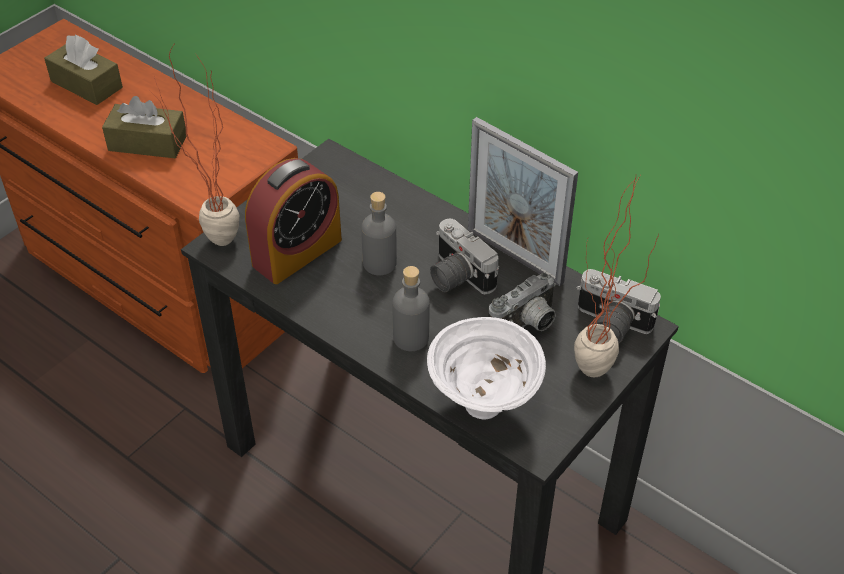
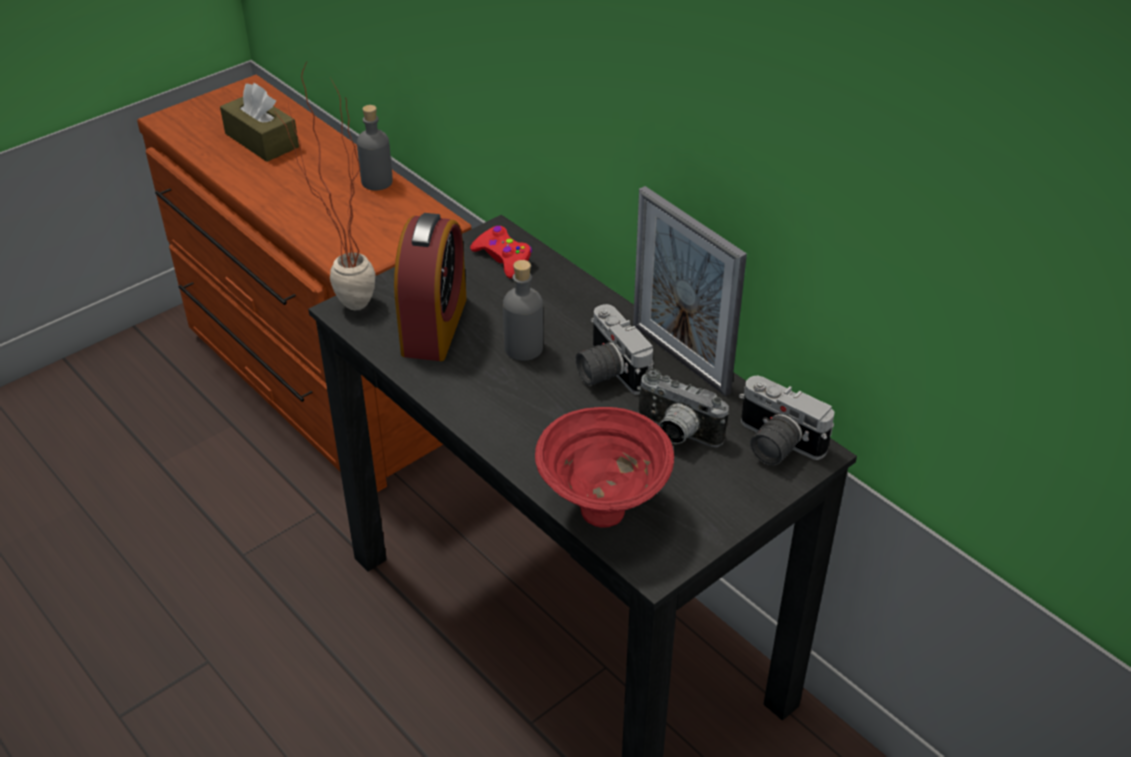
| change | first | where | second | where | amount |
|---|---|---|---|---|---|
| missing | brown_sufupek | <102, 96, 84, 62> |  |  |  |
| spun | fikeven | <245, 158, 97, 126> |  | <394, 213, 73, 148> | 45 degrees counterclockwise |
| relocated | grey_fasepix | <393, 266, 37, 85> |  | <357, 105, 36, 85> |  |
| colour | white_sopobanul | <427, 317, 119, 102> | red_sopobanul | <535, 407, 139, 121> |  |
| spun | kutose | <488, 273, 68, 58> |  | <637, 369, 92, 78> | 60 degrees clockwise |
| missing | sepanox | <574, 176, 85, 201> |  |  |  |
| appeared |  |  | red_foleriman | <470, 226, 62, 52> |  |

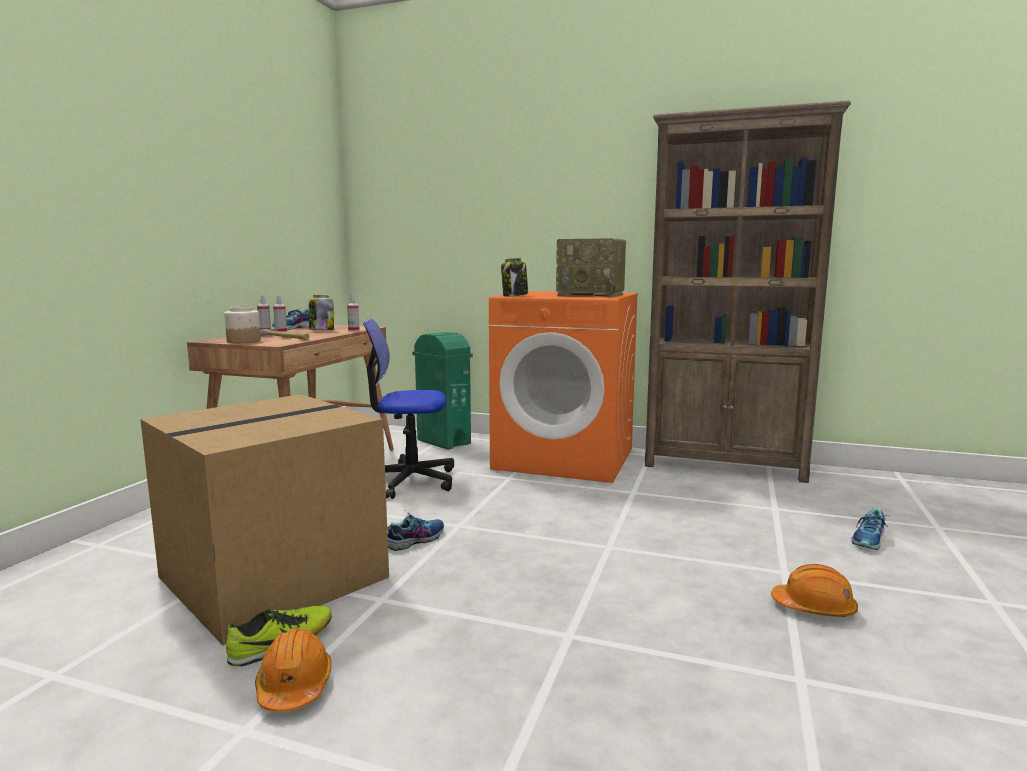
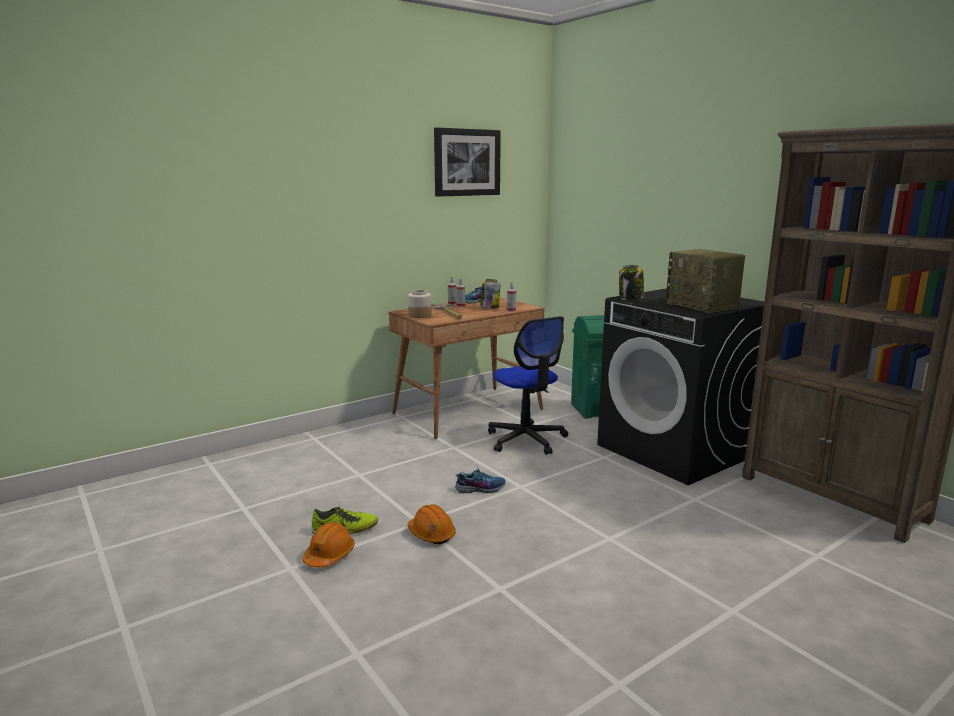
| change | first | where | second | where | amount |
|---|---|---|---|---|---|
| missing | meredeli | <140, 394, 249, 251> |  |  |  |
| spun | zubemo | <363, 319, 91, 180> |  | <488, 316, 80, 139> | 150 degrees counterclockwise |
| colour | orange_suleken | <489, 291, 149, 192> | black_suleken | <597, 288, 167, 197> |  |
| relocated | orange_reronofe | <771, 564, 87, 53> |  | <408, 504, 48, 40> |  |
| missing | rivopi | <851, 508, 39, 42> |  |  |  |
| appeared |  |  | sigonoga | <434, 127, 67, 70> |  |

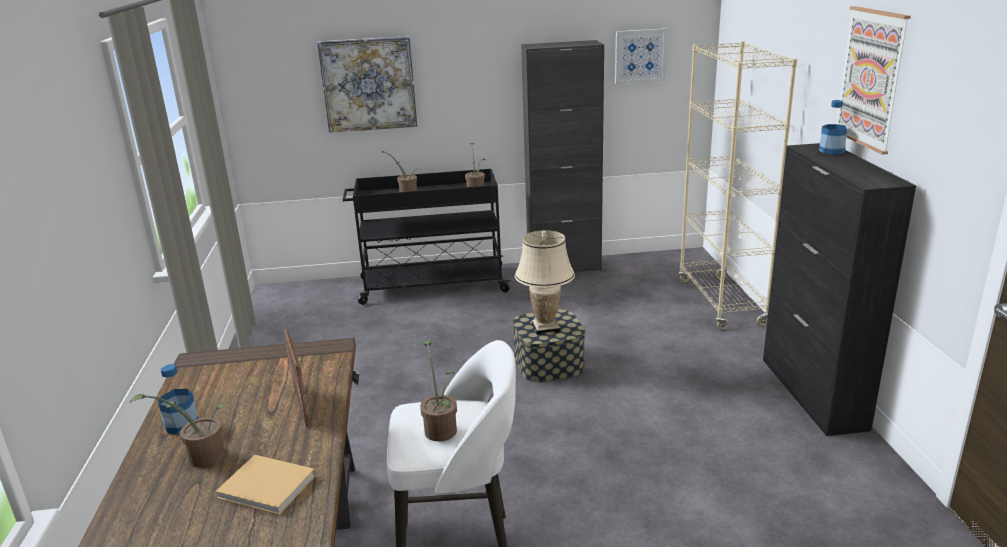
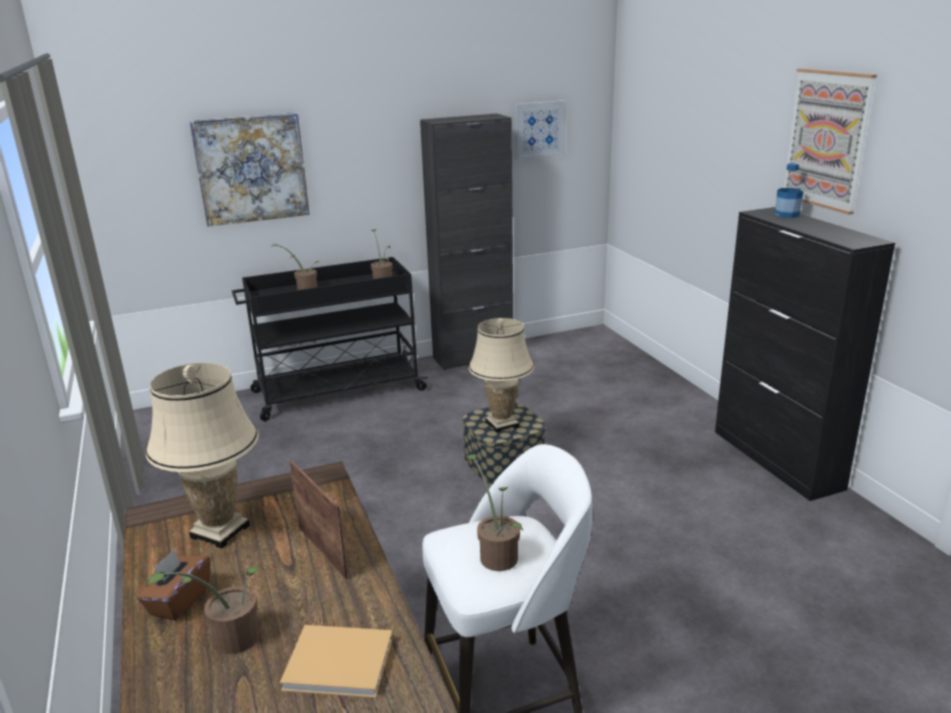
| change | first | where | second | where | amount |
|---|---|---|---|---|---|
| exchanged | fasepix | <158, 364, 40, 70> | brown_sufupek | <137, 550, 73, 71> |  |
| missing | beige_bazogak | <679, 41, 118, 289> |  |  |  |
| appeared |  |  | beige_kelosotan | <146, 363, 113, 186> |  |

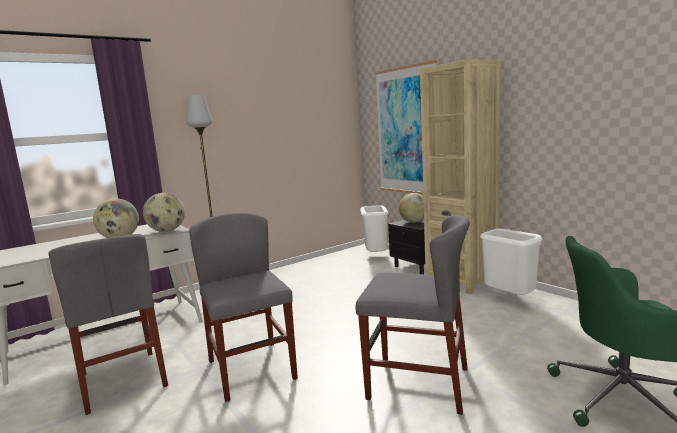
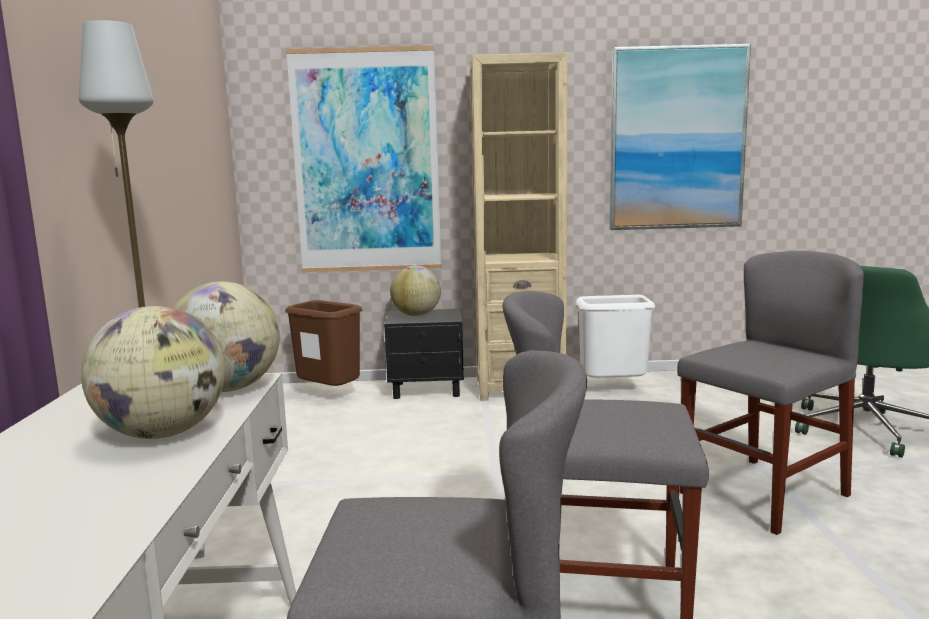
| change | first | where | second | where | amount |
|---|---|---|---|---|---|
| colour | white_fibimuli | <360, 205, 29, 47> | brown_fibimuli | <285, 300, 77, 86> |  |
| appeared |  |  | sigonoga | <610, 44, 141, 186> |  |

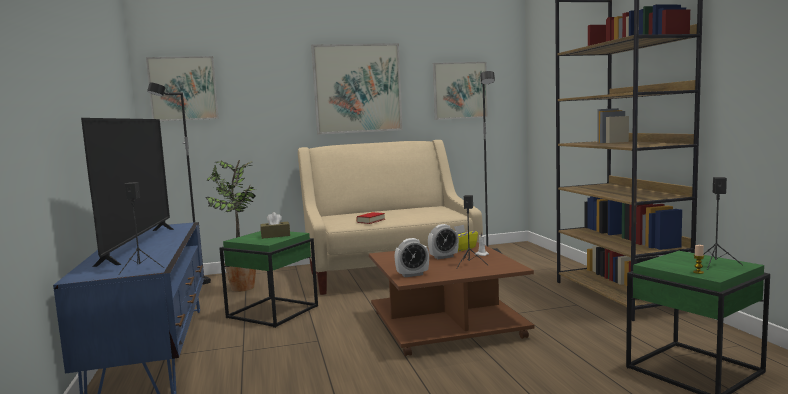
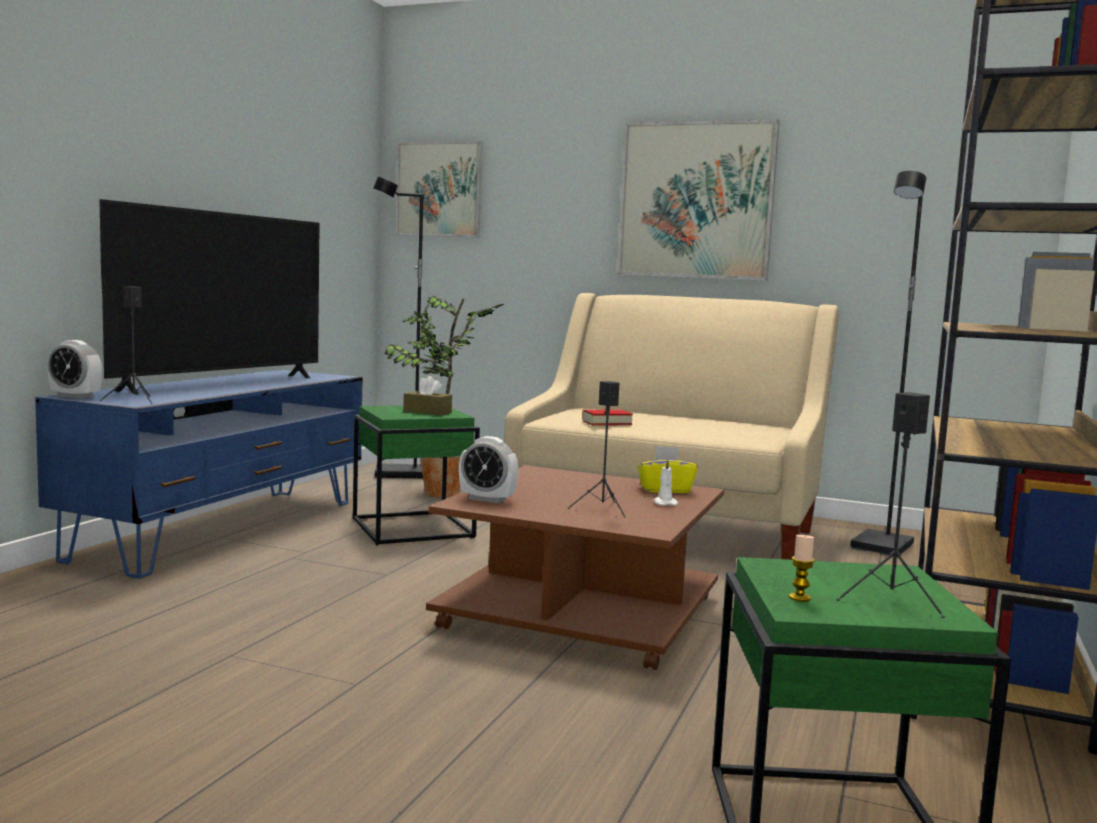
| change | first | where | second | where | amount |
|---|---|---|---|---|---|
| relocated | fikeven | <428, 224, 31, 35> |  | <47, 340, 55, 59> |  |
| missing | sigonoga | <433, 62, 55, 58> |  |  |  |

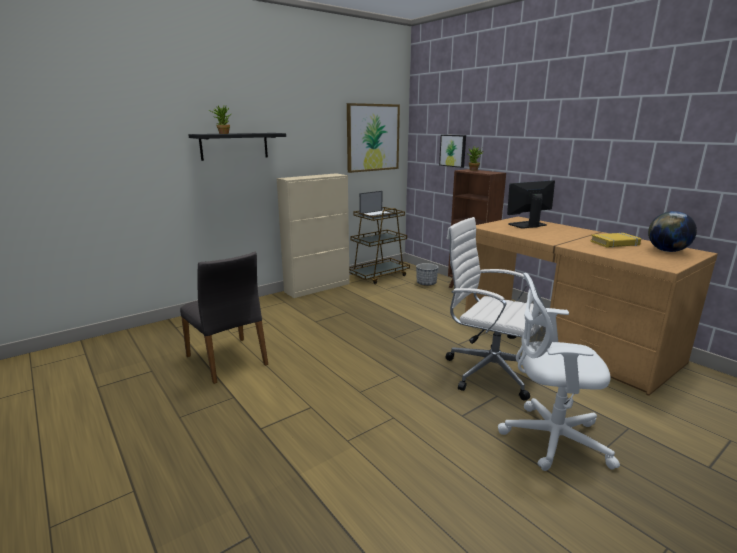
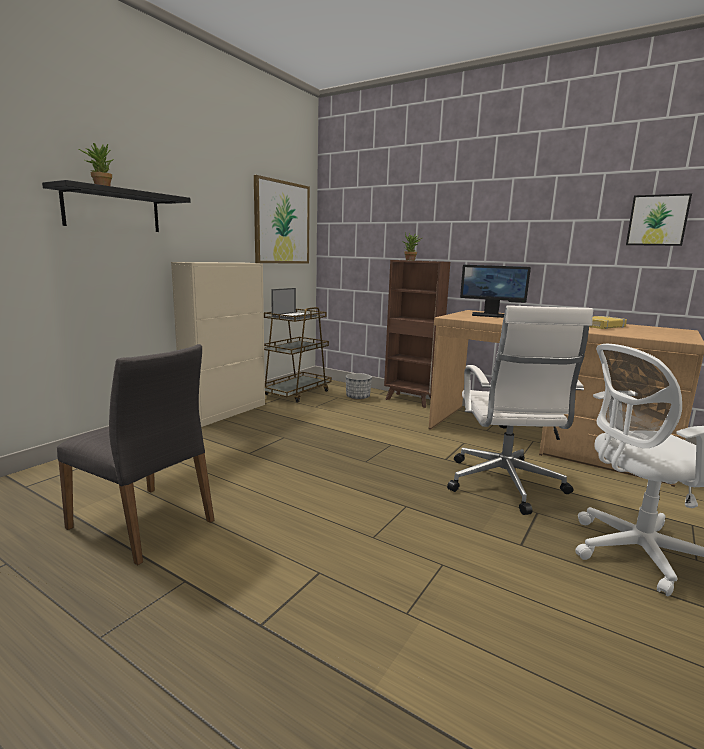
| change | first | where | second | where | amount |
|---|---|---|---|---|---|
| relocated | sigonoga | <439, 135, 27, 33> |  | <626, 193, 66, 53> |  |
| spun | white_zubemo | <445, 217, 96, 183> |  | <447, 305, 146, 210> | 105 degrees counterclockwise |
| spun | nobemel | <507, 180, 48, 49> |  | <460, 265, 71, 53> | 120 degrees counterclockwise |
| missing | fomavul | <648, 211, 49, 41> |  |  |  |

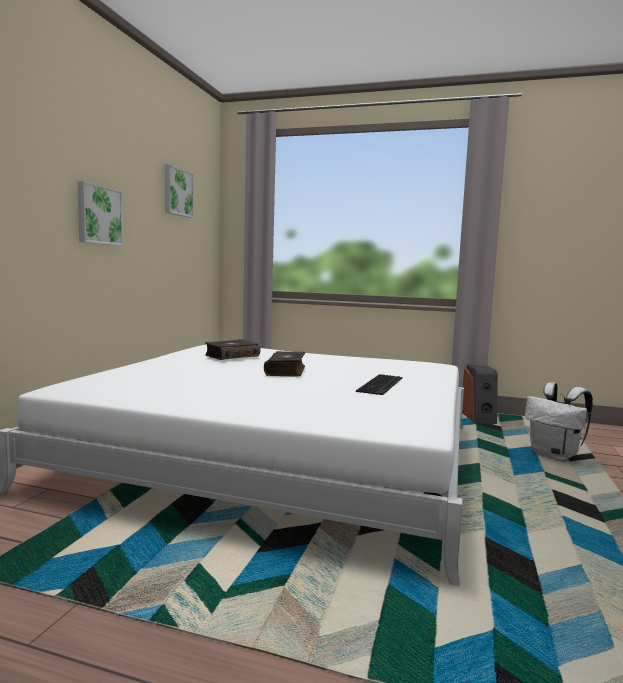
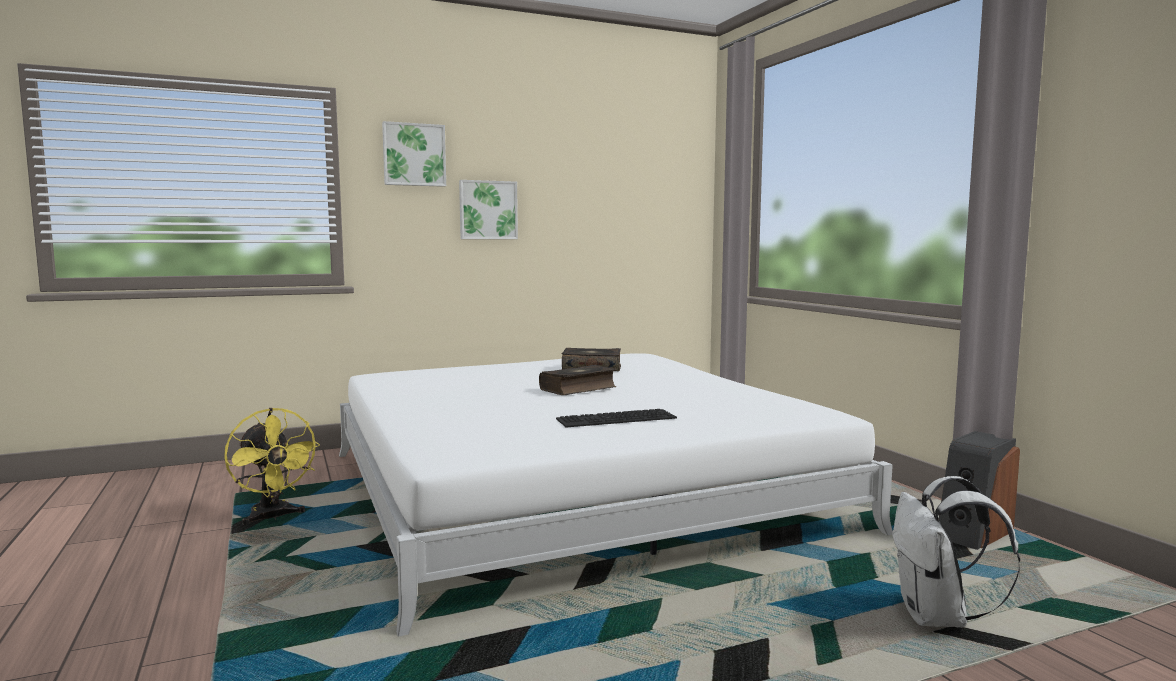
| change | first | where | second | where | amount |
|---|---|---|---|---|---|
| relocated | sigonoga | <165, 164, 29, 54> |  | <382, 121, 64, 66> |  |
| appeared |  |  | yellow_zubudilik | <224, 408, 96, 117> |  |

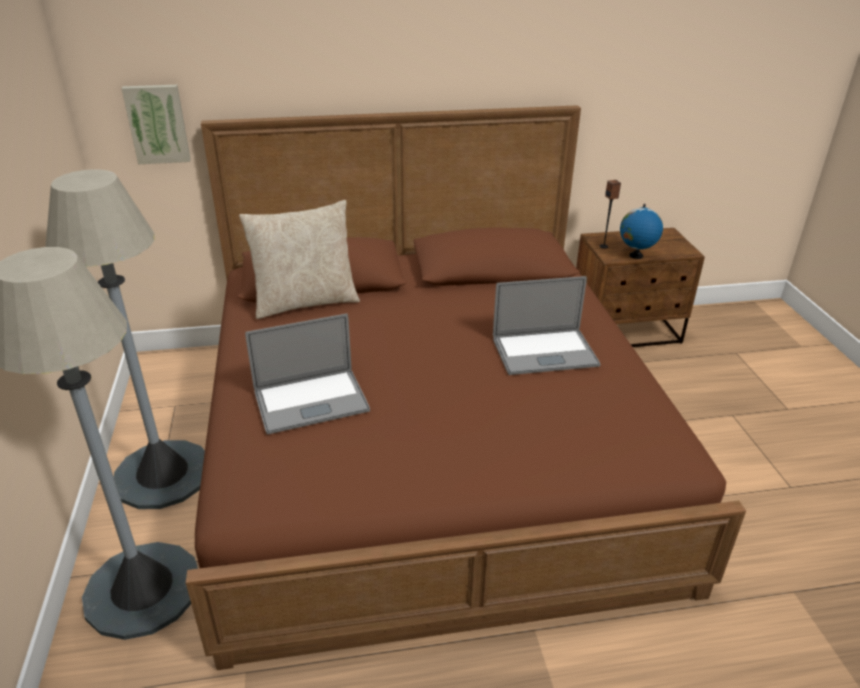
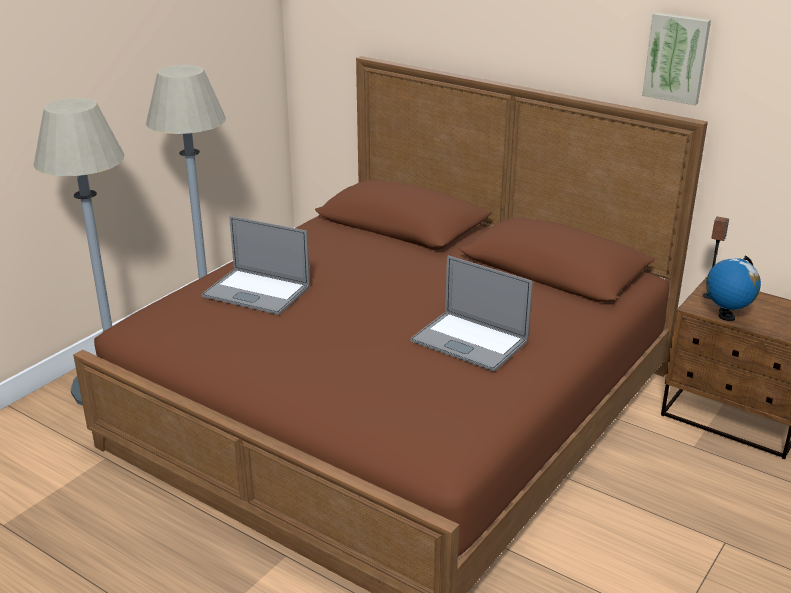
| change | first | where | second | where | amount |
|---|---|---|---|---|---|
| relocated | sigonoga | <121, 85, 70, 79> |  | <642, 13, 69, 92> |  |
| missing | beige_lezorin | <239, 200, 121, 119> |  |  |  |

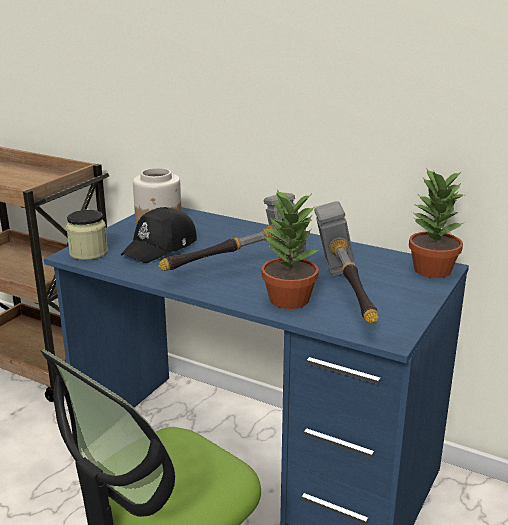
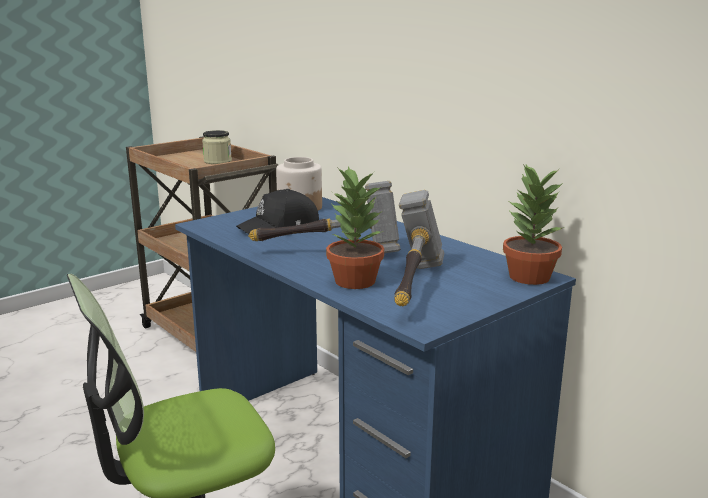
| change | first | where | second | where | amount |
|---|---|---|---|---|---|
| relocated | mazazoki | <66, 210, 42, 50> |  | <202, 130, 30, 34> |  |

